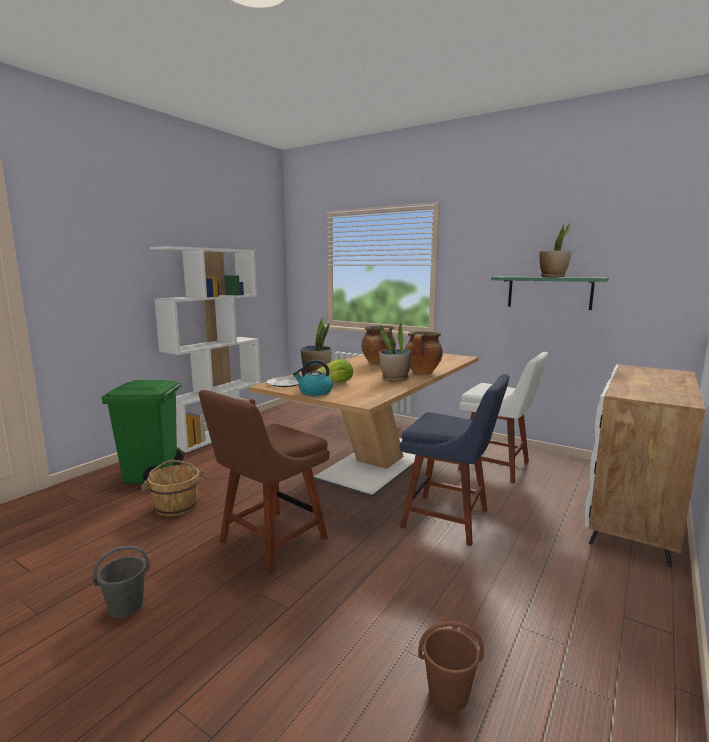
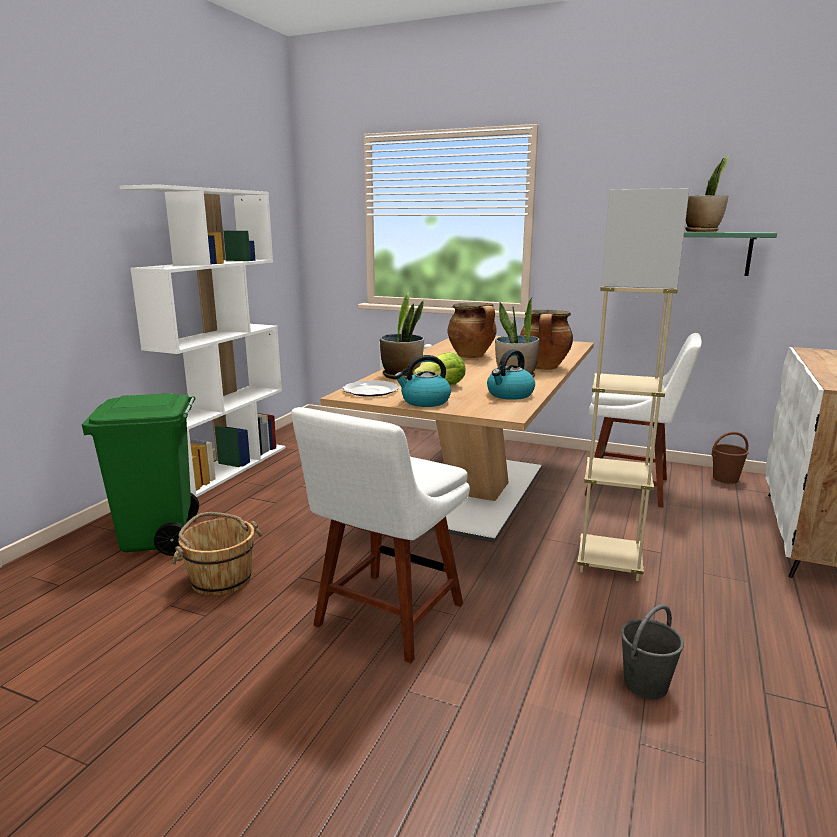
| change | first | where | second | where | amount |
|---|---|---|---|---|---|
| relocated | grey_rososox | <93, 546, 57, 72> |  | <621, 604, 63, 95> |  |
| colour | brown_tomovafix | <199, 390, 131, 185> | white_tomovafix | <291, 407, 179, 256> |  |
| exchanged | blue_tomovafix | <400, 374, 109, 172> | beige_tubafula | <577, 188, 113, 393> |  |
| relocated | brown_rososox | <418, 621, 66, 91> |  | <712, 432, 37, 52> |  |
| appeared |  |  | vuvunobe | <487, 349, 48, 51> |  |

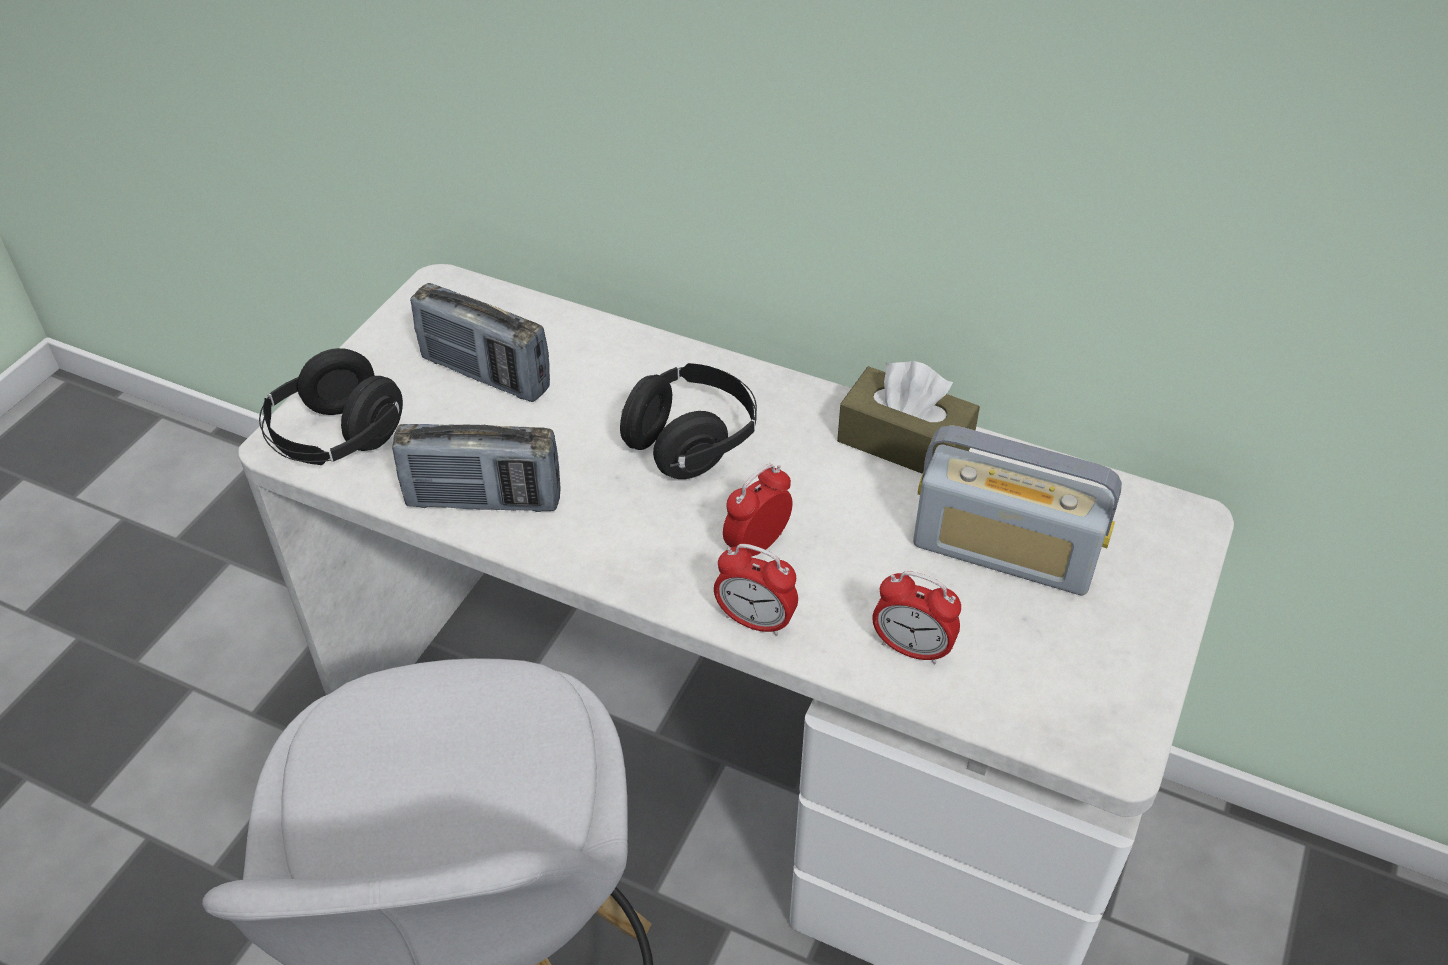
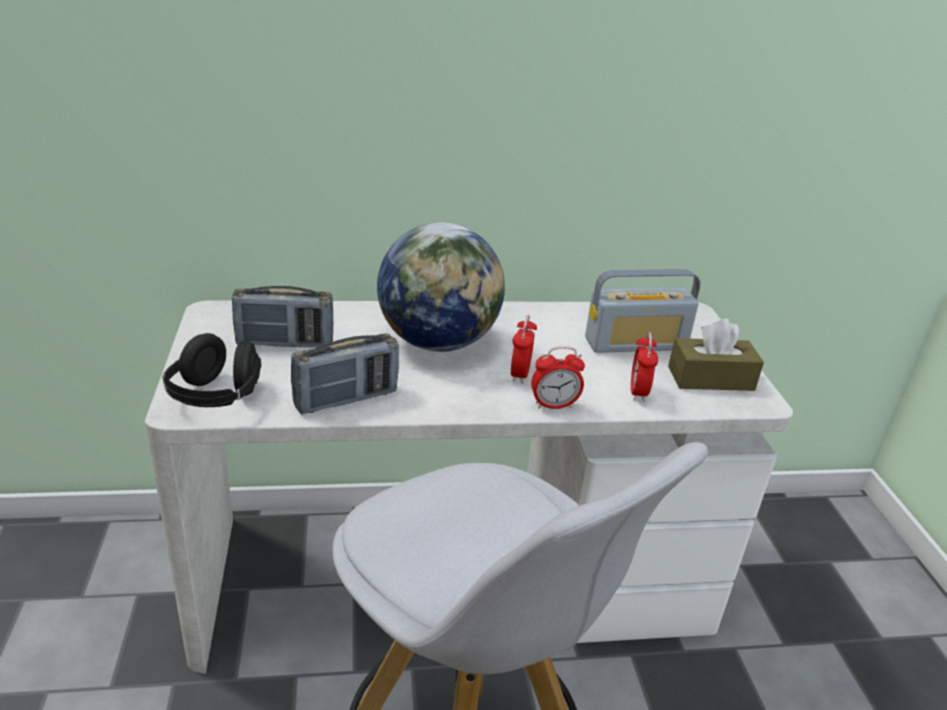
| change | first | where | second | where | amount |
|---|---|---|---|---|---|
| exchanged | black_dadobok | <620, 363, 137, 116> | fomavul | <377, 222, 128, 130> |  |
| relocated | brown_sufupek | <837, 361, 143, 113> |  | <668, 319, 96, 72> |  |
| spun | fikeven | <872, 571, 89, 93> |  | <631, 332, 27, 70> | 105 degrees clockwise |

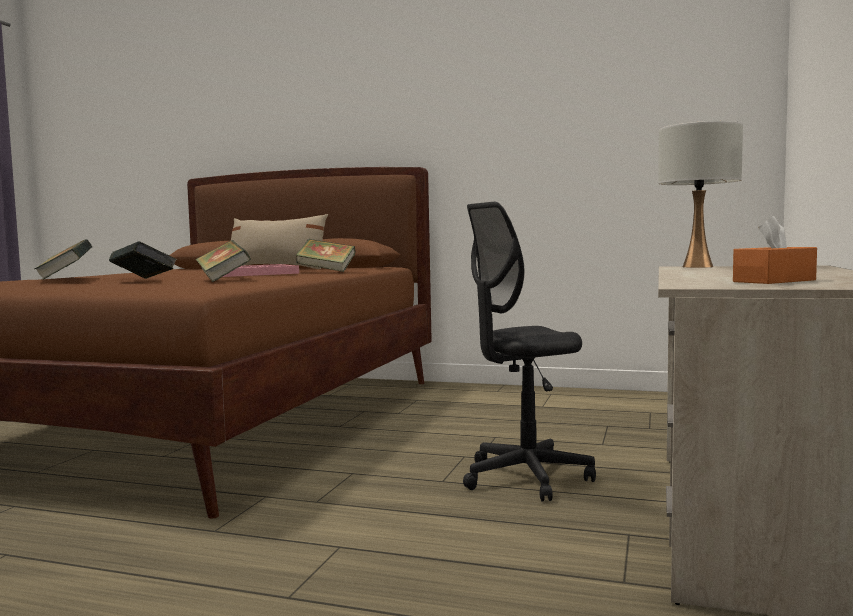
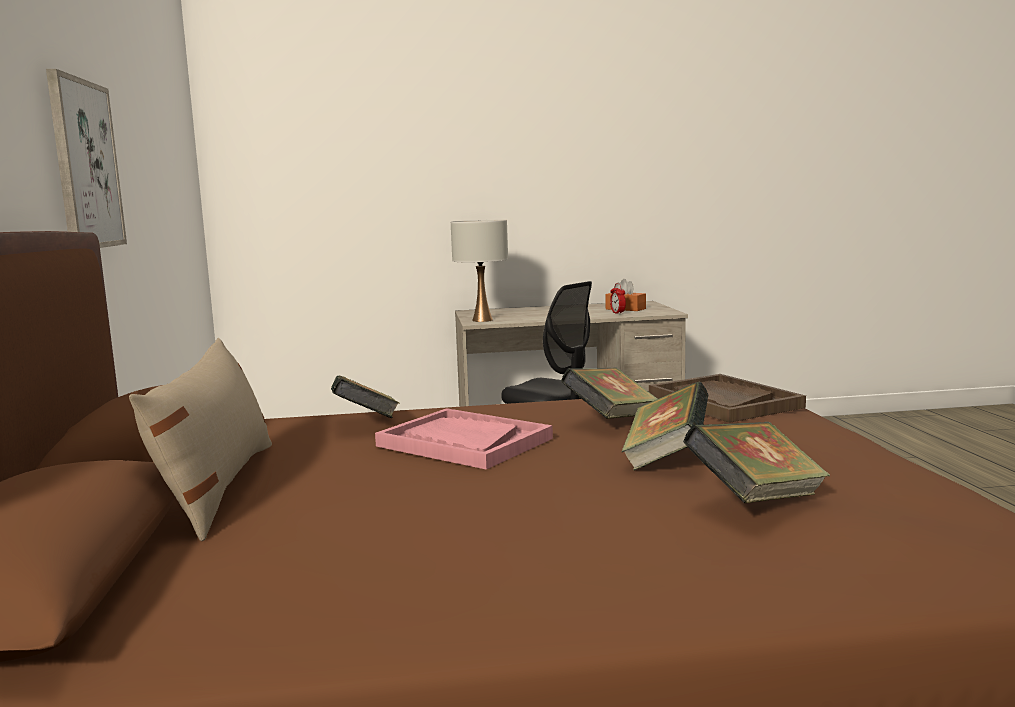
| change | first | where | second | where | amount |
|---|---|---|---|---|---|
| appeared |  |  | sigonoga | <46, 69, 81, 179> |  |
| appeared |  |  | fikeven | <610, 283, 16, 31> |  |
| appeared |  |  | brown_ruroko | <649, 374, 157, 49> |  |

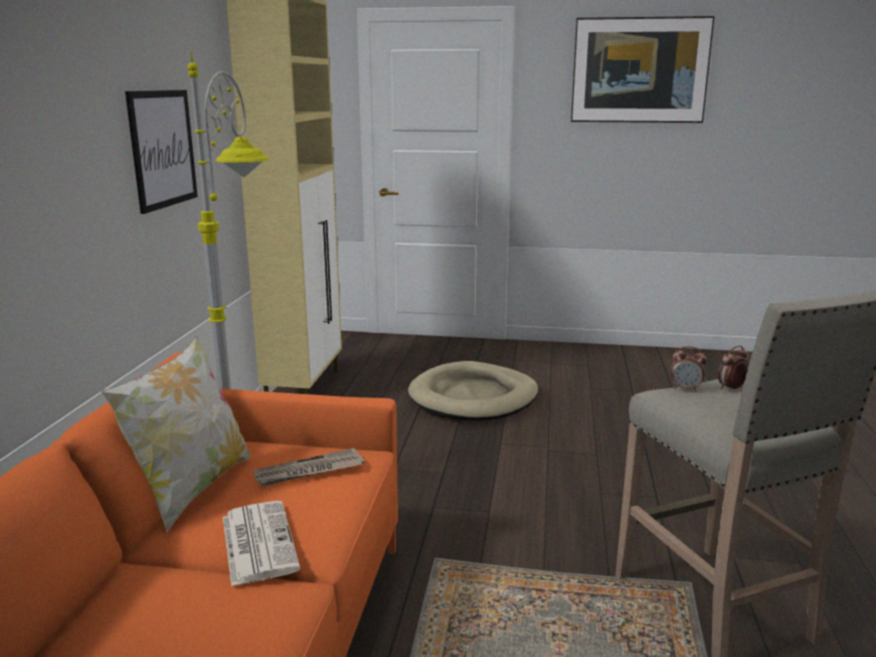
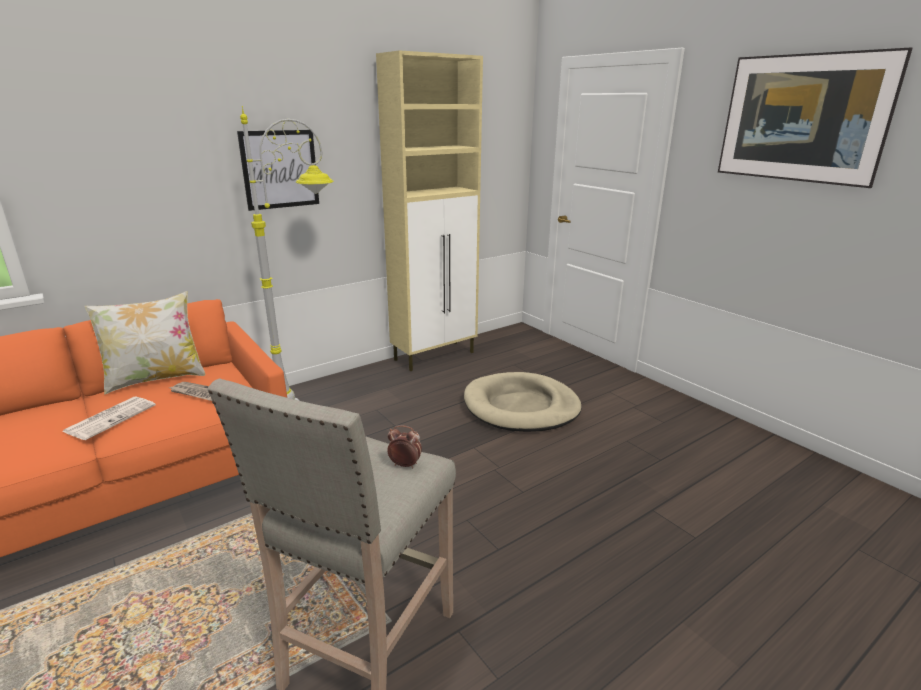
| change | first | where | second | where | amount |
|---|---|---|---|---|---|
| missing | fikeven | <670, 346, 37, 45> |  |  |  |

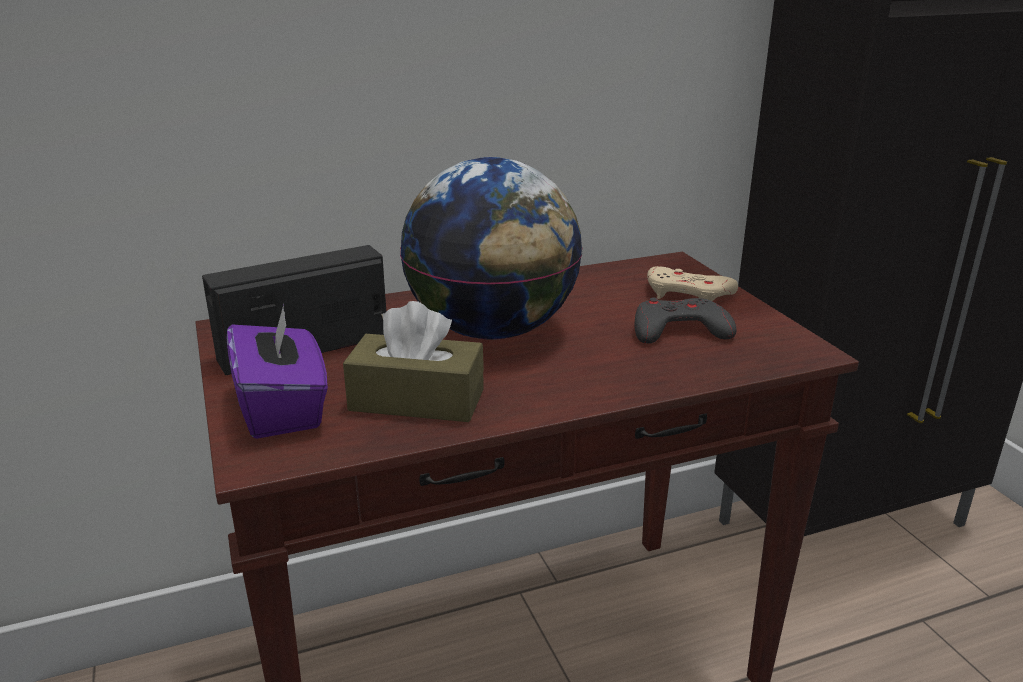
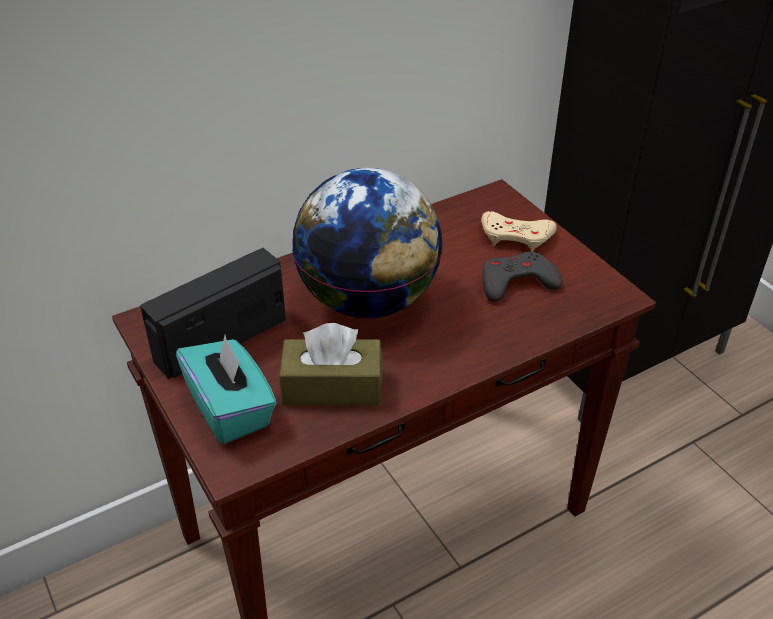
| change | first | where | second | where | amount |
|---|---|---|---|---|---|
| colour | purple_sufupek | <227, 305, 101, 134> | turquoise_sufupek | <176, 335, 100, 109> |  |

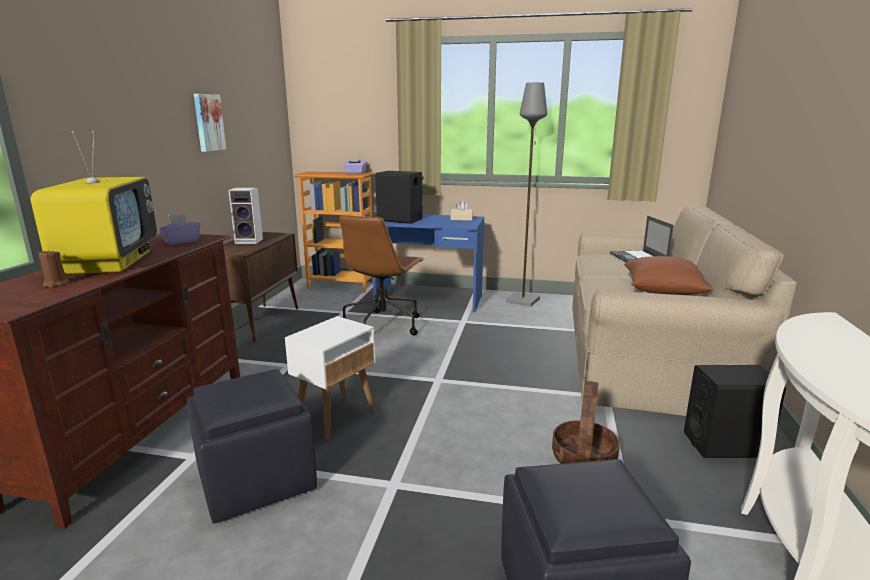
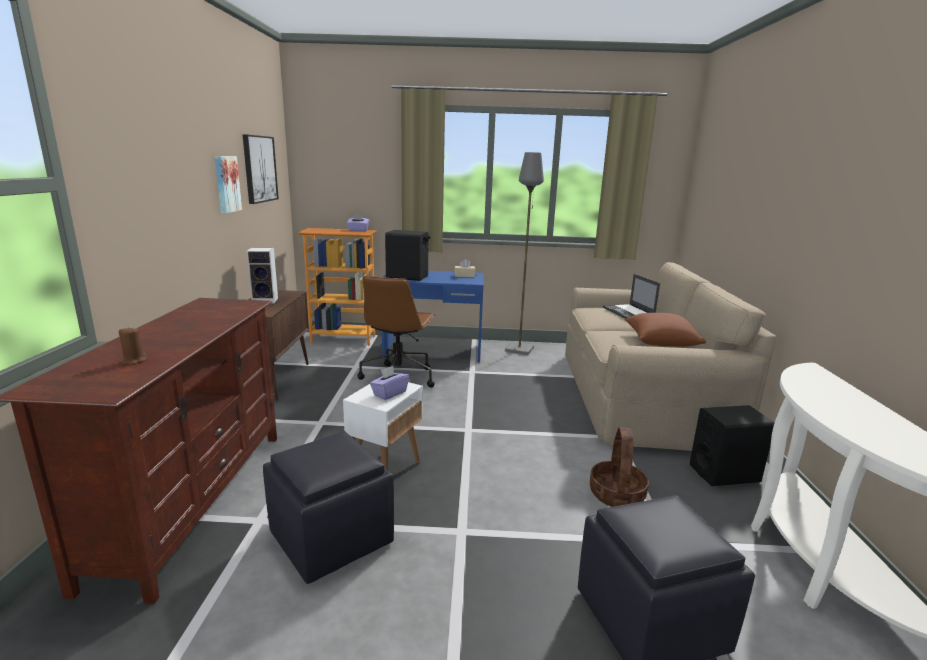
| change | first | where | second | where | amount |
|---|---|---|---|---|---|
| missing | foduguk | <31, 131, 126, 143> |  |  |  |
| relocated | purple_sufupek | <158, 213, 42, 32> |  | <370, 366, 39, 34> |  |
| appeared |  |  | sigonoga | <242, 134, 37, 70> |  |

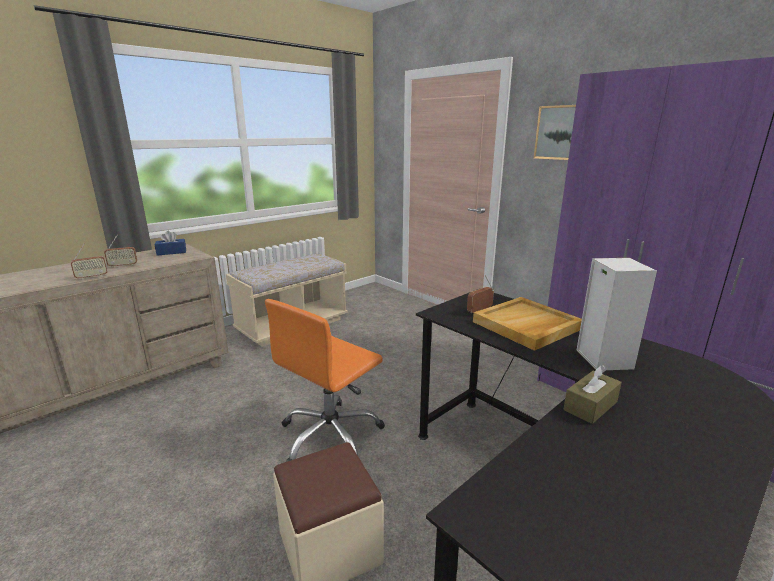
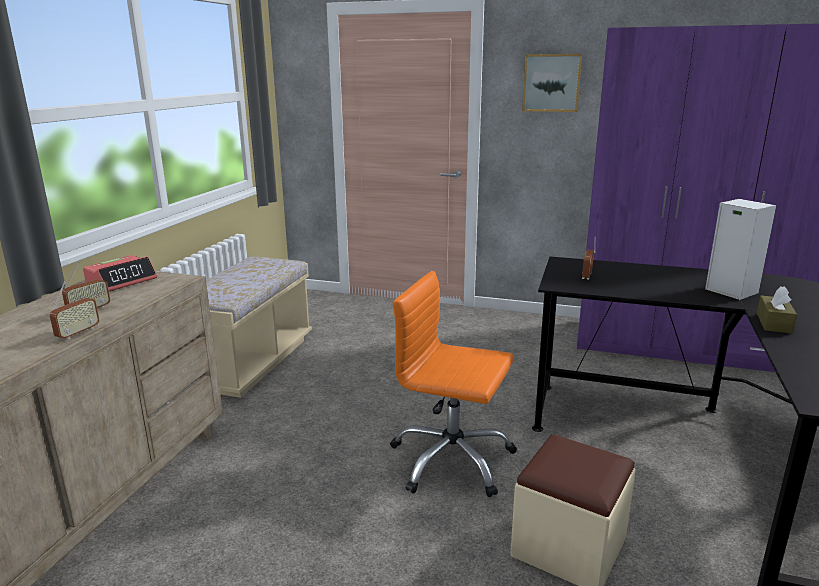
| change | first | where | second | where | amount |
|---|---|---|---|---|---|
| exchanged | blue_sufupek | <155, 231, 31, 25> | fikeven | <83, 255, 74, 36> |  |
| spun | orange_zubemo | <265, 299, 120, 163> |  | <390, 271, 127, 226> | 105 degrees clockwise |
| missing | beige_ruroko | <473, 297, 109, 54> |  |  |  |

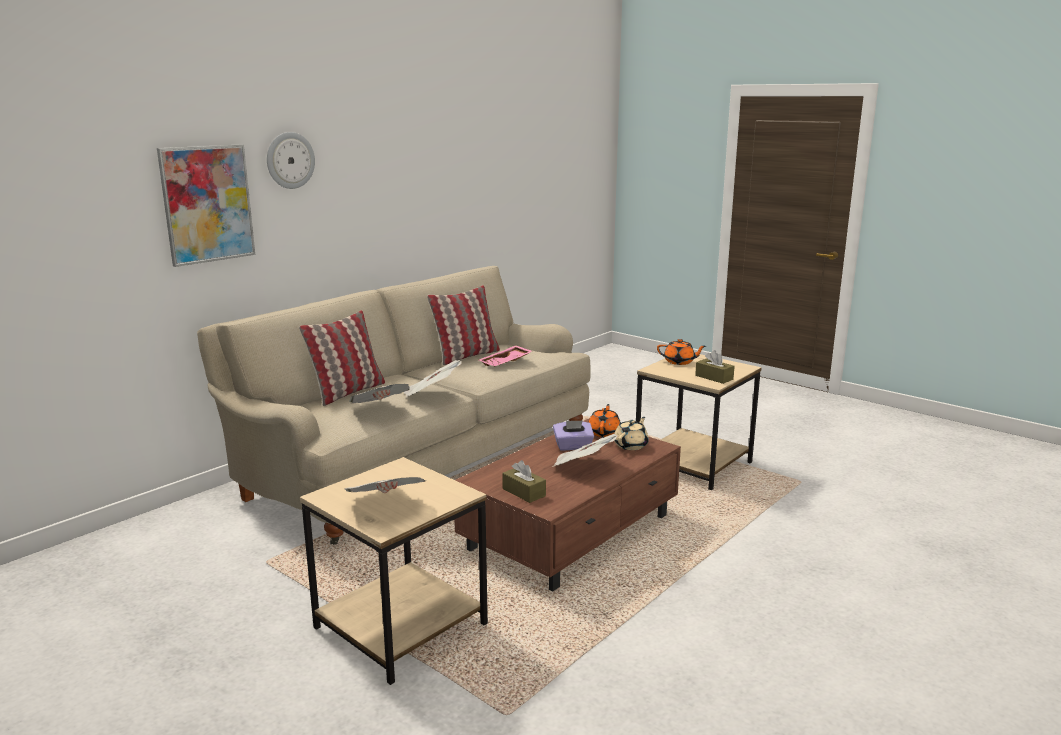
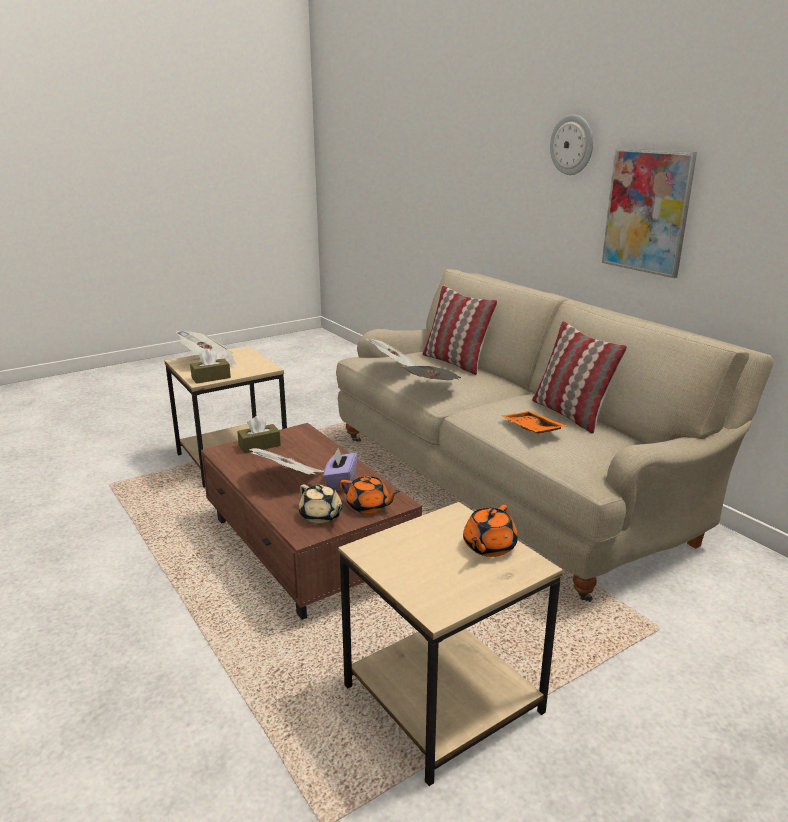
| change | first | where | second | where | amount |
|---|---|---|---|---|---|
| relocated | sigonoga | <157, 144, 98, 123> |  | <602, 148, 95, 130> |  |
| colour | pink_ruroko | <479, 345, 53, 21> | orange_ruroko | <500, 411, 67, 22> |  |
| relocated | brown_sufupek | <695, 350, 40, 34> |  | <190, 349, 41, 35> |  |

